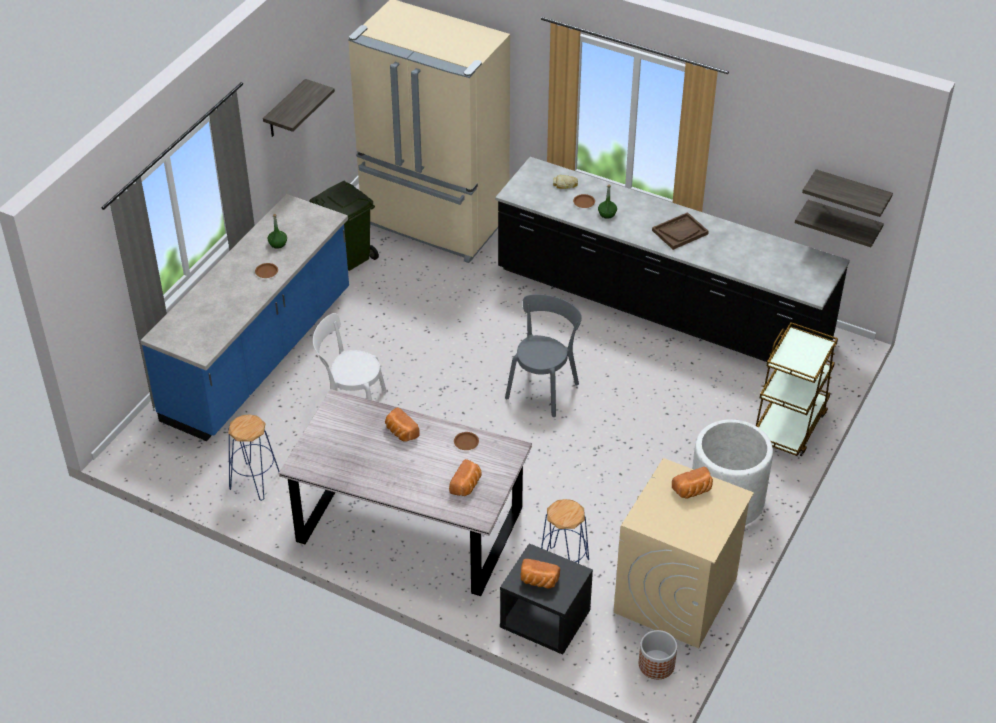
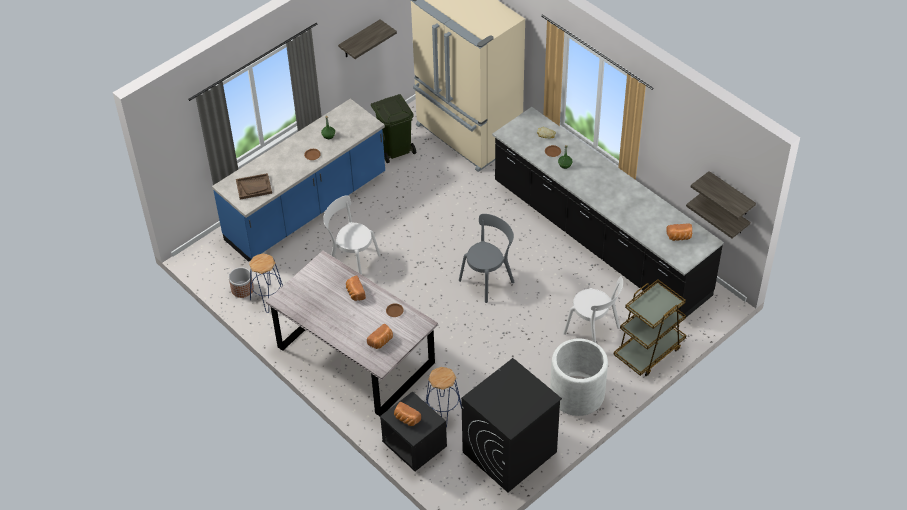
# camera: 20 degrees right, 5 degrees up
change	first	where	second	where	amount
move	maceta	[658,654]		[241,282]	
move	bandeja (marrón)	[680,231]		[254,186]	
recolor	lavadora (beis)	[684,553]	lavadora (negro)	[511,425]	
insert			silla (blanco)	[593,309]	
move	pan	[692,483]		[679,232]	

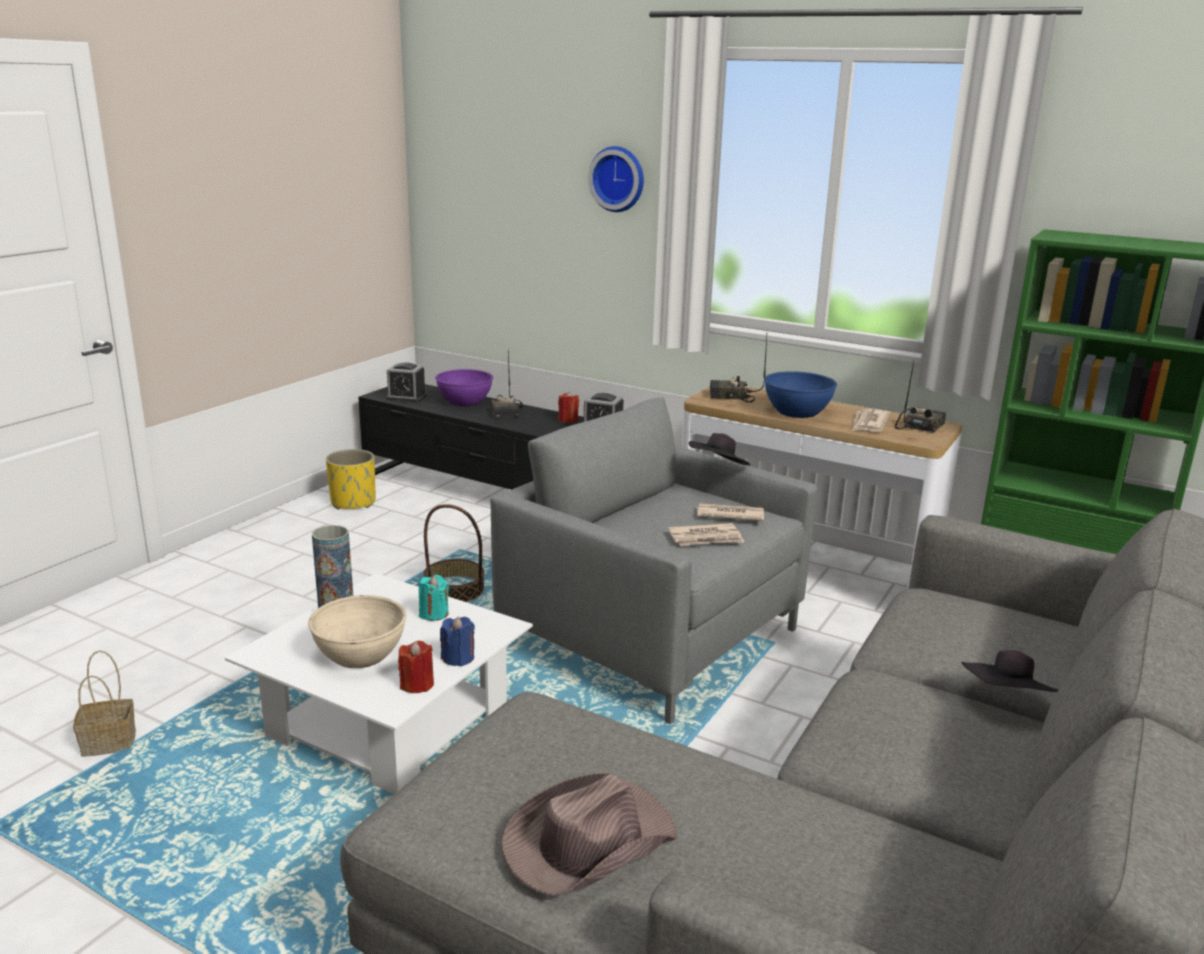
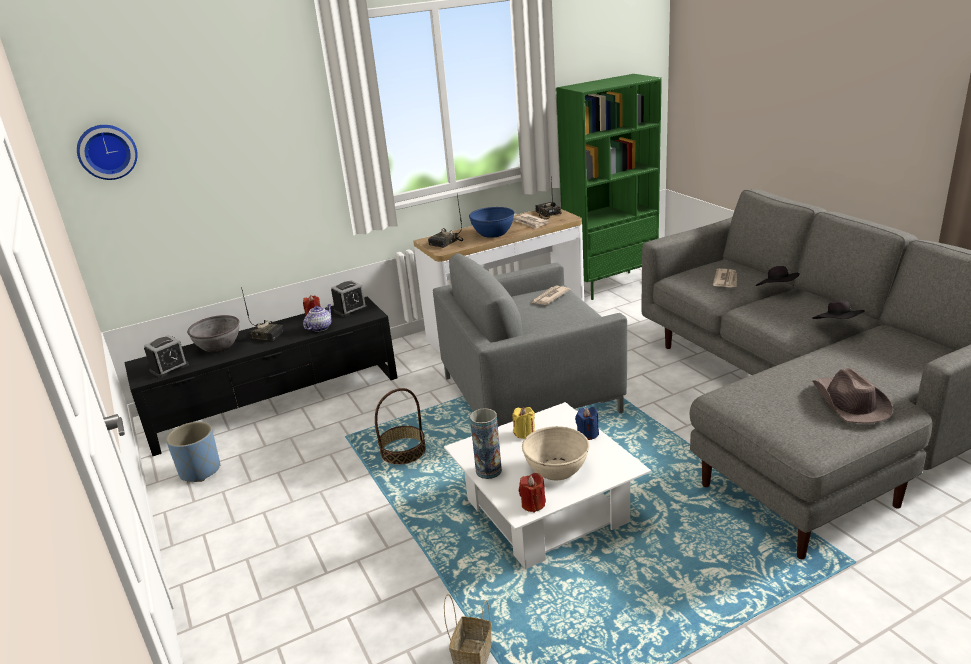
# camera: 55 degrees left, 5 degrees up
change	first	where	second	where	amount
move	reloj de pared	[616,179]		[107,152]	
recolor	maceta (amarillo)	[351,479]	maceta (azul)	[193,452]	
recolor	cuenco (morado)	[464,387]	cuenco (gris)	[213,333]	
insert			tetera	[317,318]	
recolor	vela (turquesa)	[433,598]	vela (amarillo)	[523,423]	
move	vela (rojo)	[416,667]		[532,493]	
move	periódico	[705,534]		[725,278]	
move	sombrero (negro)	[720,449]		[839,309]	

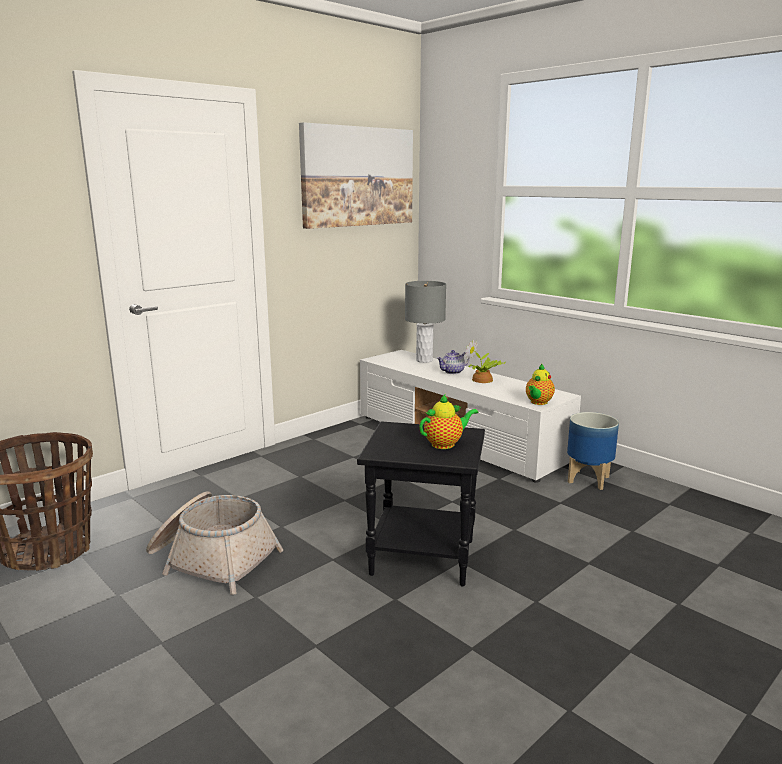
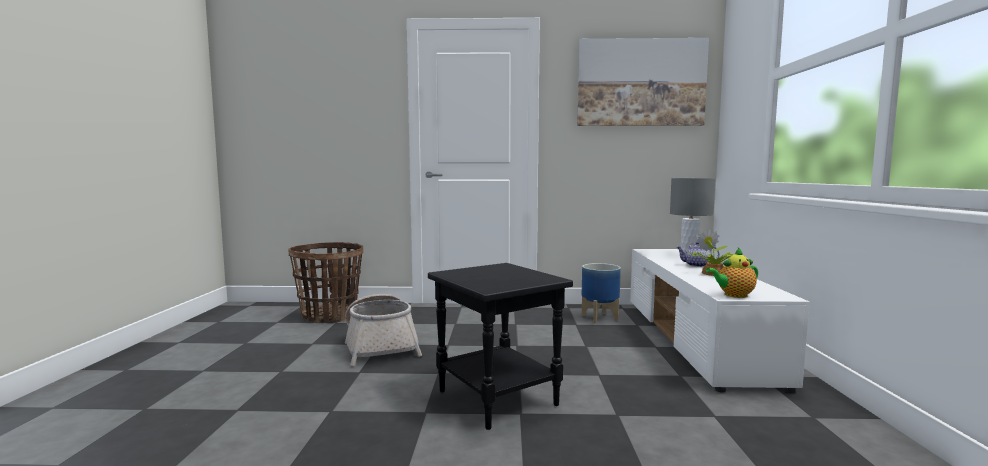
# camera: 45 degrees right, 10 degrees down
change	first	where	second	where	amount
move	maceta	[593,451]		[601,293]	
delete	tetera	[449,421]			

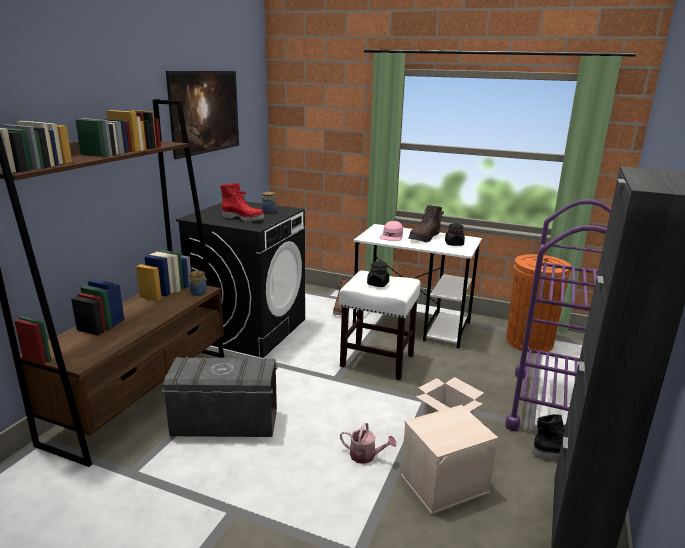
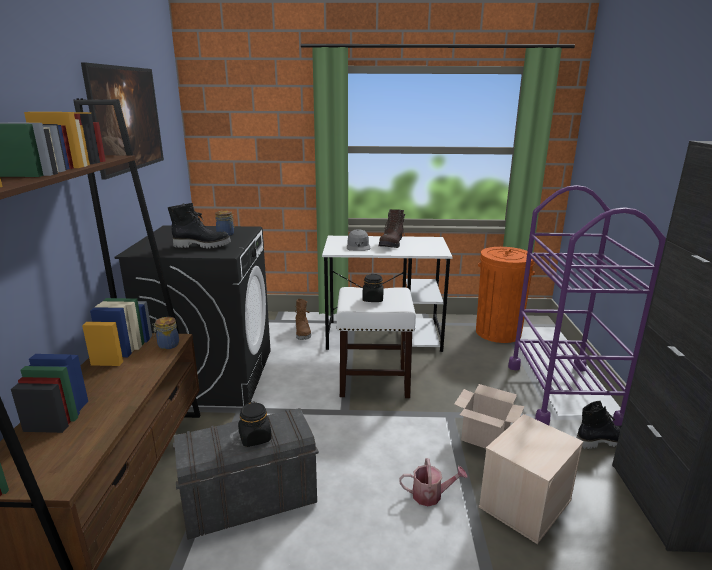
# camera: 20 degrees left, 0 degrees up
change	first	where	second	where	amount
recolor	bota (rojo)	[242,202]	bota (negro)	[199,225]	
move	tarro (negro)	[455,234]		[255,424]	
recolor	gorra (rosa)	[391,231]	gorra (gris)	[358,240]	

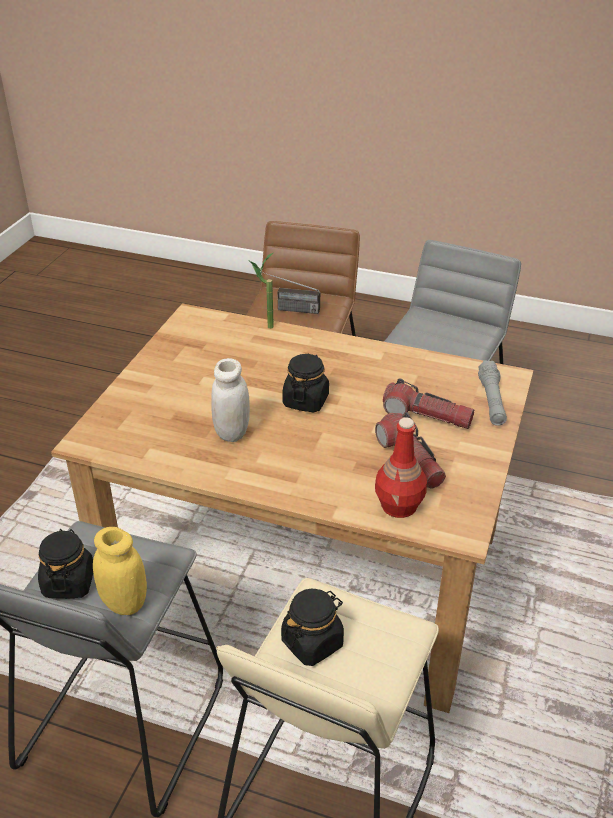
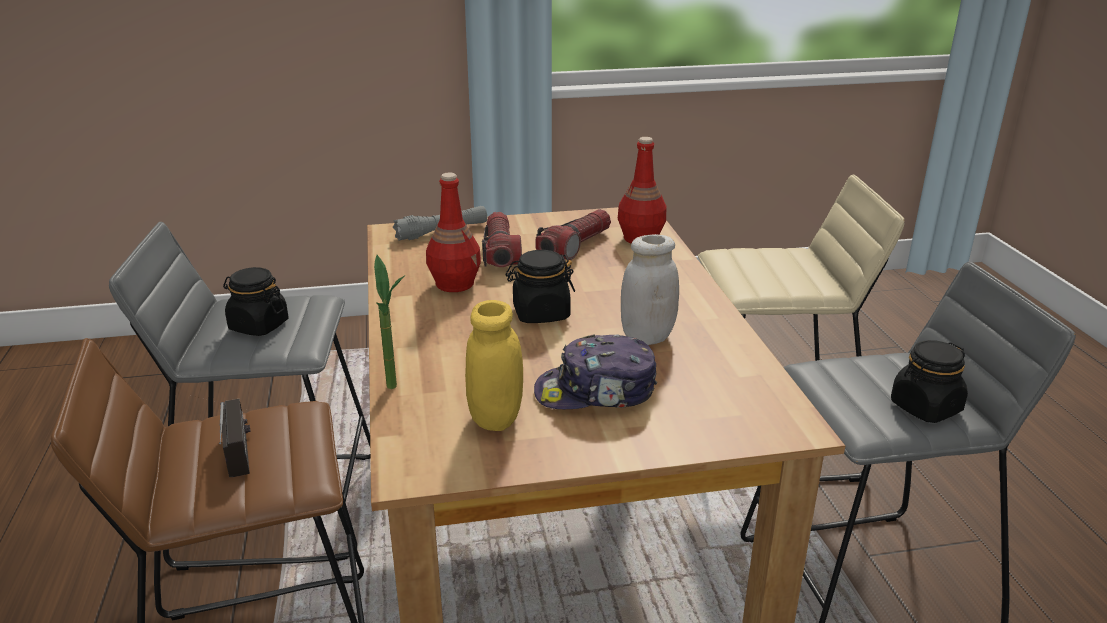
# camera: 120 degrees left, 10 degrees down
change	first	where	second	where	amount
move	tarro (negro)	[312,627]		[256,301]	
insert			botella (rojo)	[453,232]	
move	tarro (amarillo)	[120,571]		[494,365]	
insert			gorra	[595,371]	

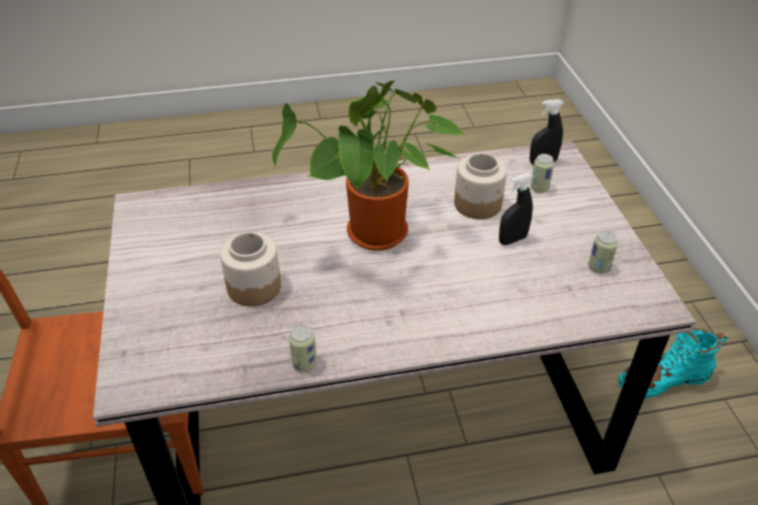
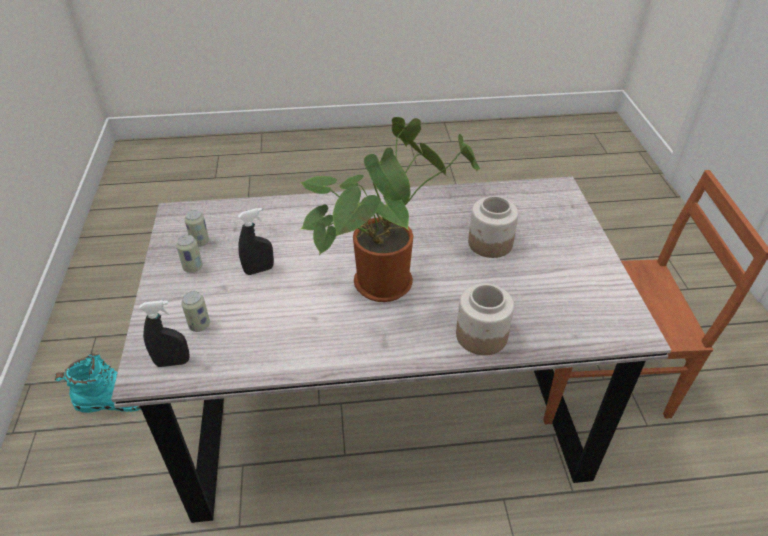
# camera: 175 degrees left, 0 degrees up
change	first	where	second	where	amount
move	lata	[303,348]		[189,254]	
move	tarro	[480,186]		[485,319]	

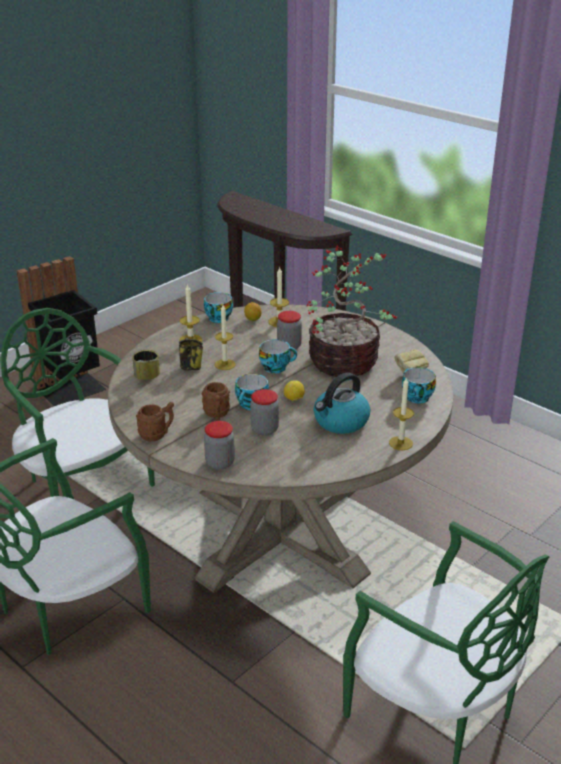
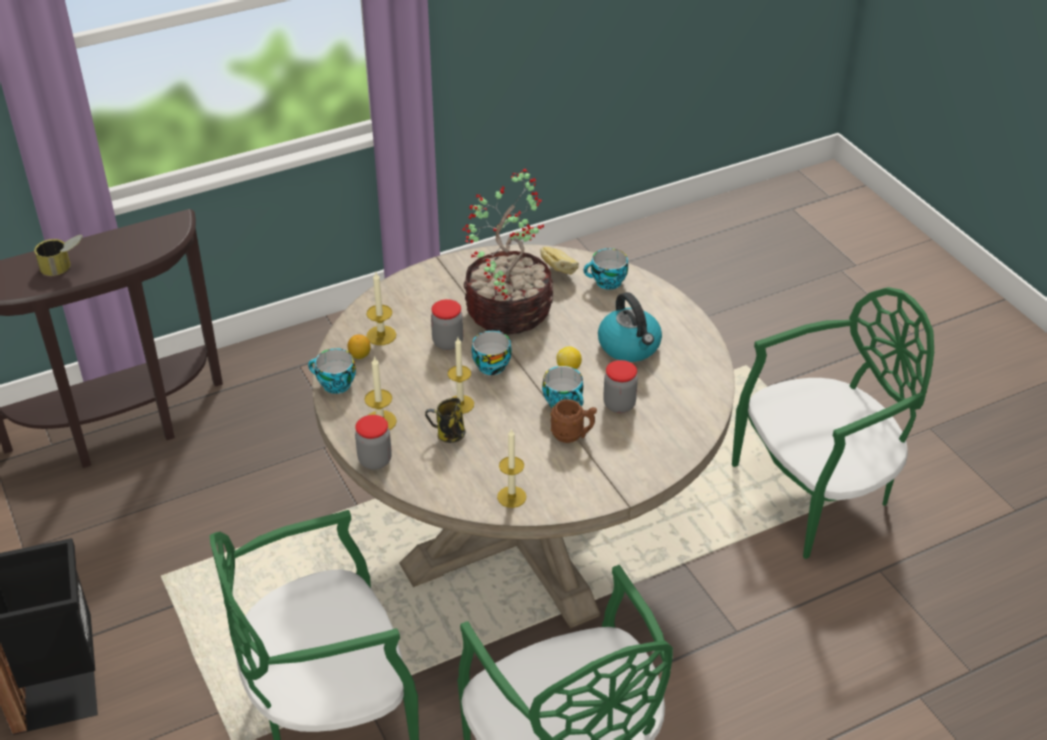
# camera: 70 degrees left, 10 degrees up
change	first	where	second	where	amount
move	lata	[146,365]		[58,255]	
move	tarro	[219,445]		[373,442]	
move	vela	[401,414]		[511,468]	
delete	taza grande (marrón)	[155,421]			

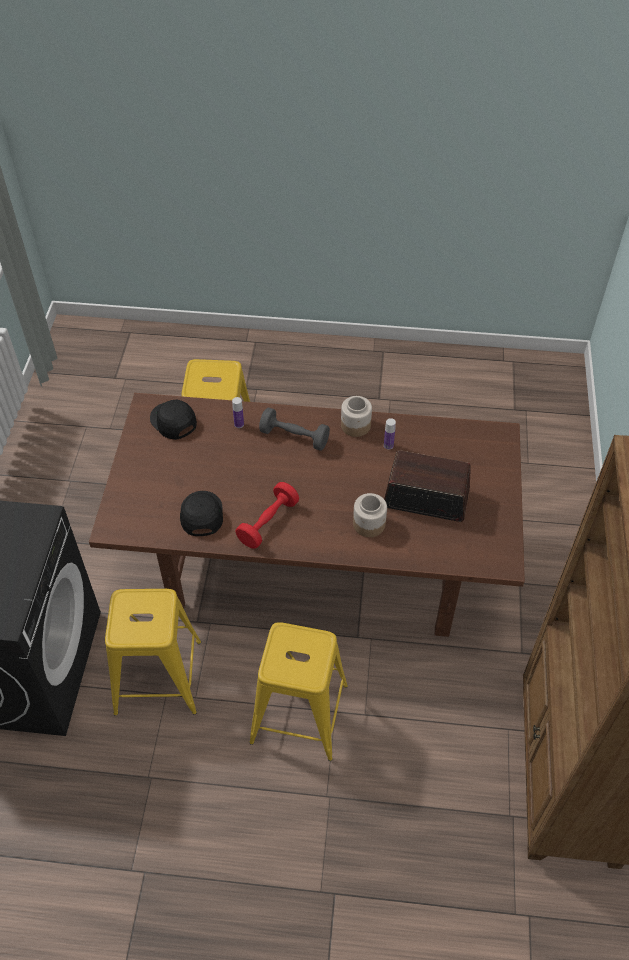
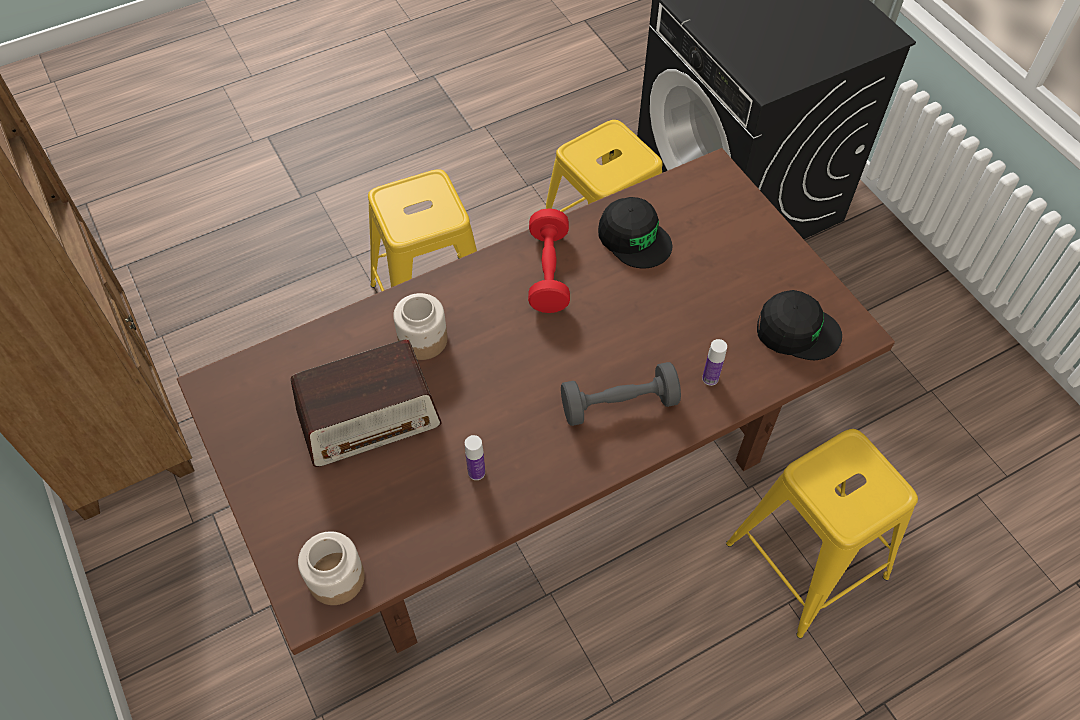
# camera: 145 degrees right, 5 degrees up
change	first	where	second	where	amount
move	tarro	[356,416]		[331,568]	

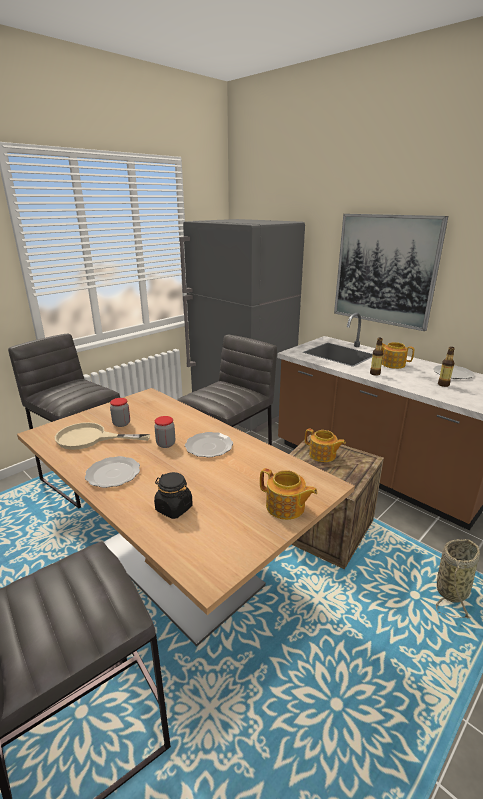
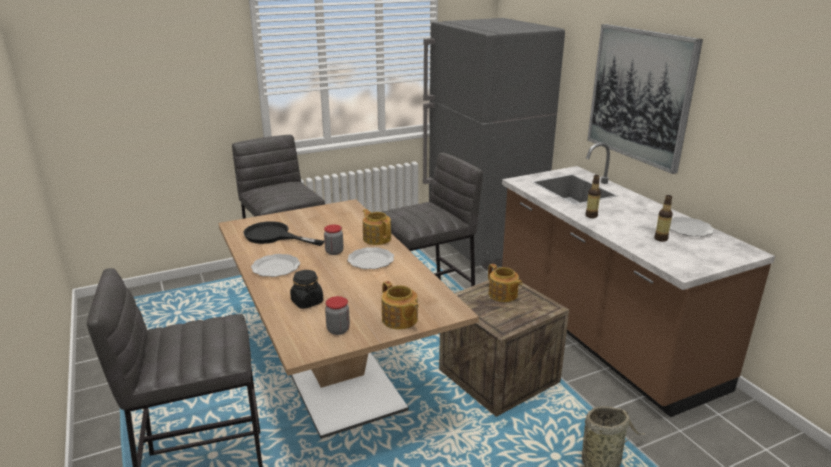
# camera: 20 degrees right, 0 degrees up
change	first	where	second	where	amount
recolor	sartén (beis)	[102,436]	sartén (negro)	[283,233]	
move	tarro	[120,412]		[337,315]	
move	tetera	[398,355]		[377,227]	

